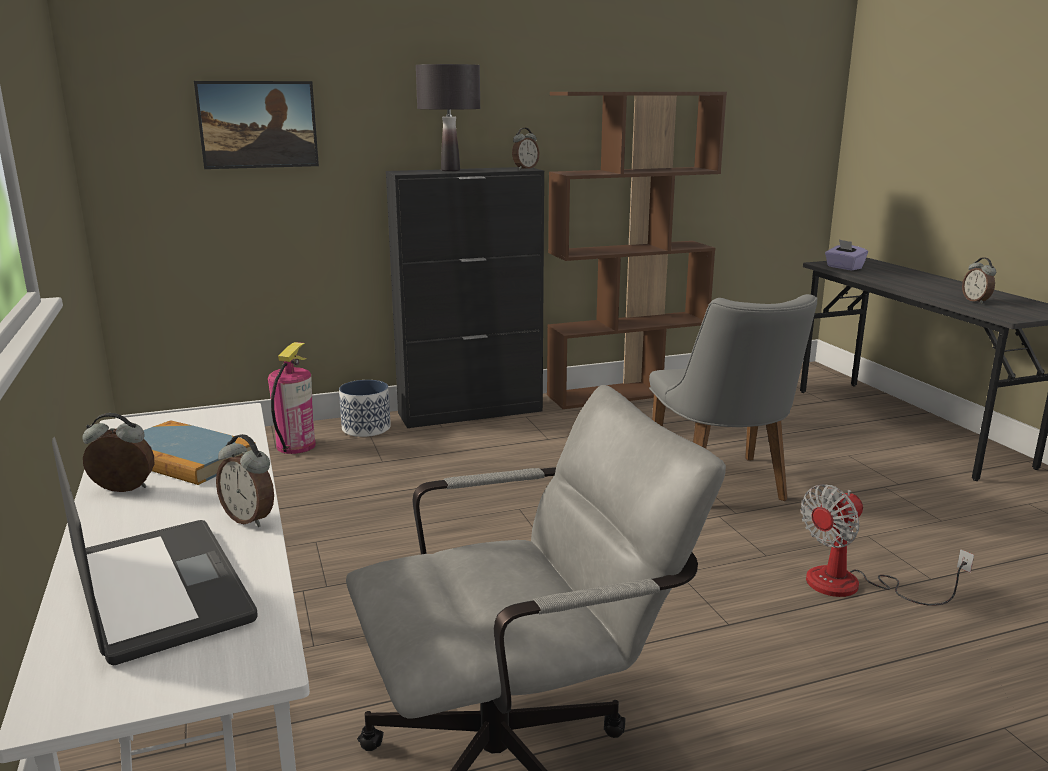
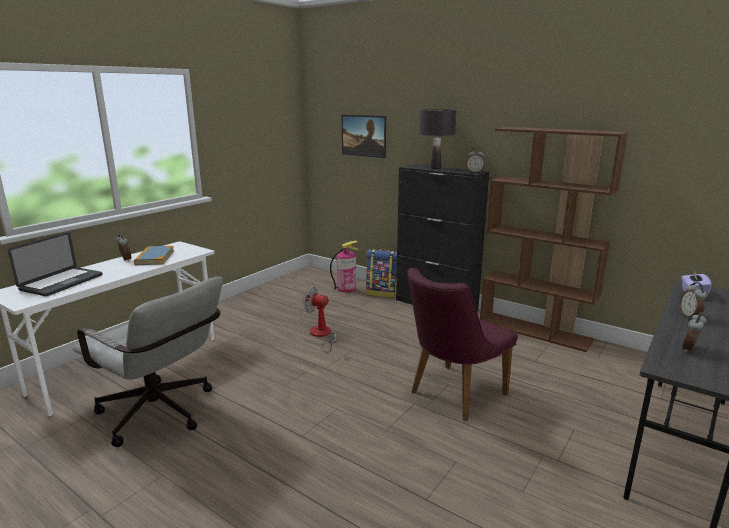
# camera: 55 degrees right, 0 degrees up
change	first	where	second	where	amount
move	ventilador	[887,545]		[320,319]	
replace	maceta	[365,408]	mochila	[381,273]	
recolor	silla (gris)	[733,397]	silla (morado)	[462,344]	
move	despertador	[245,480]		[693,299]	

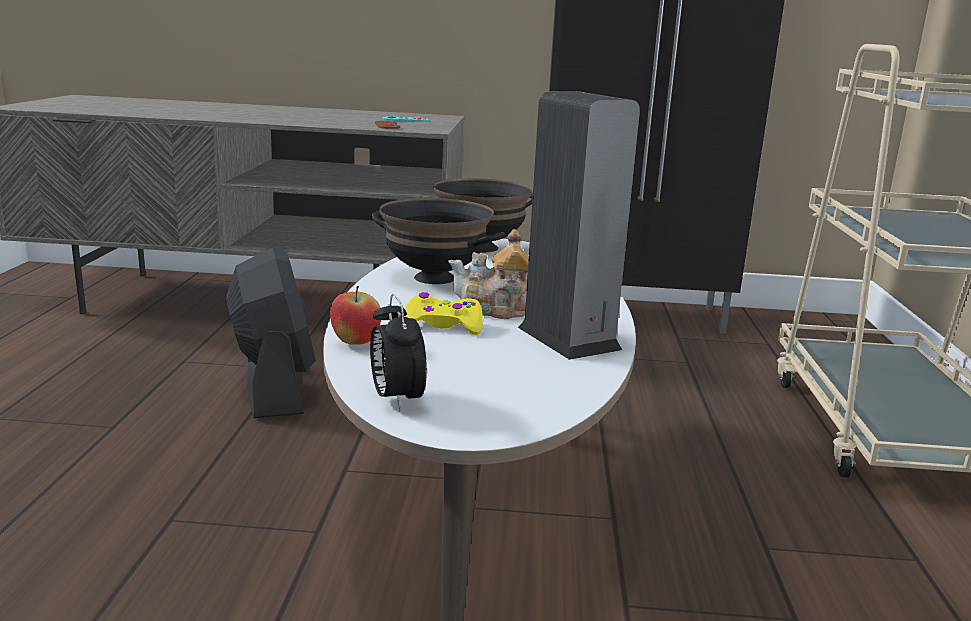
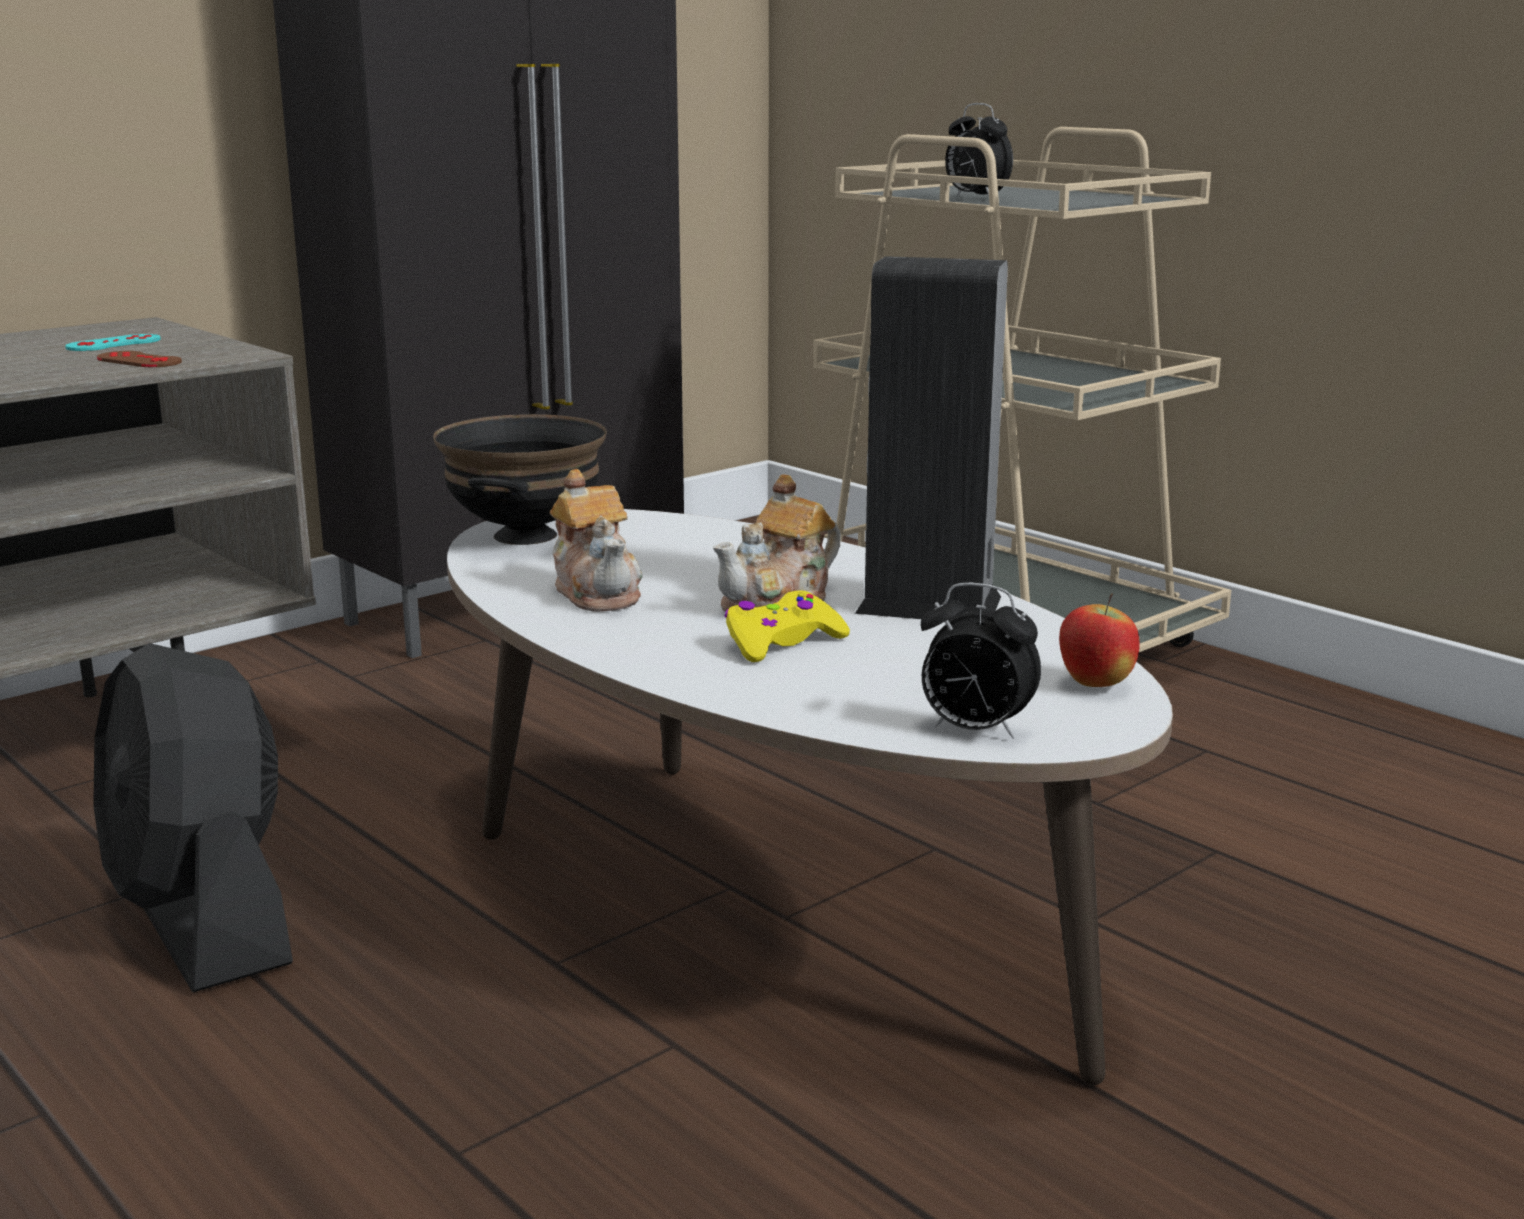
# camera: 45 degrees left, 0 degrees up
change	first	where	second	where	amount
rotate	ventilador (negro)	[271,333]		[193,818]	150 degrees counterclockwise
replace	cuenco (negro)	[438,241]	tetera	[596,540]	
insert			despertador	[979,150]	
move	manzana	[355,315]		[1099,640]	

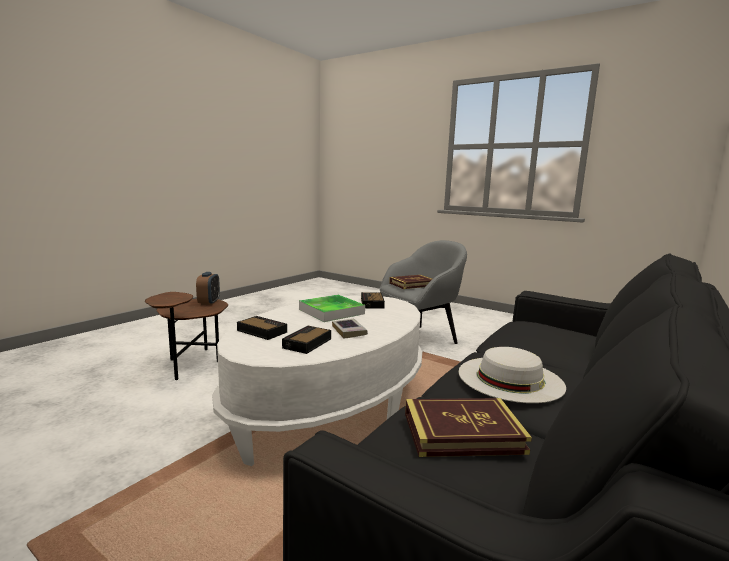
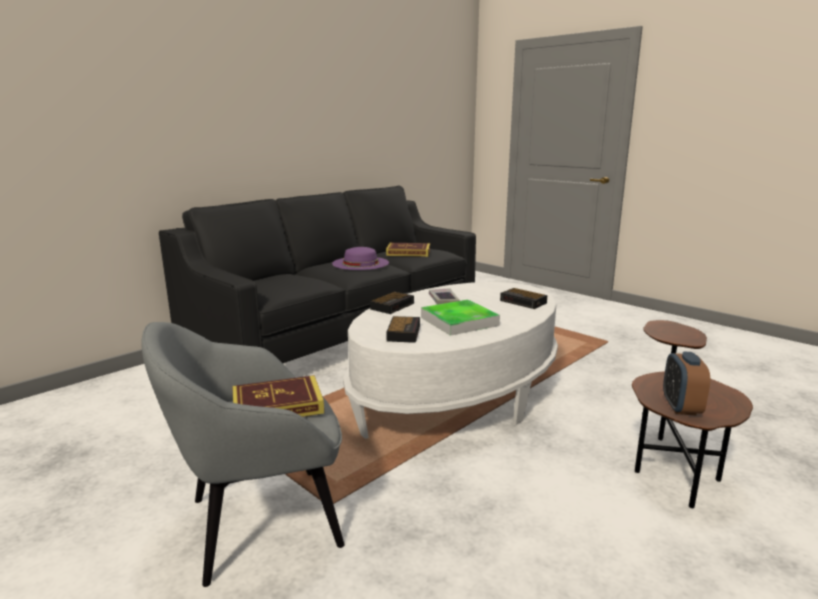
# camera: 170 degrees left, 5 degrees up
change	first	where	second	where	amount
recolor	sombrero (blanco)	[512,375]	sombrero (morado)	[360,258]	
move	despertador	[306,340]		[392,303]	

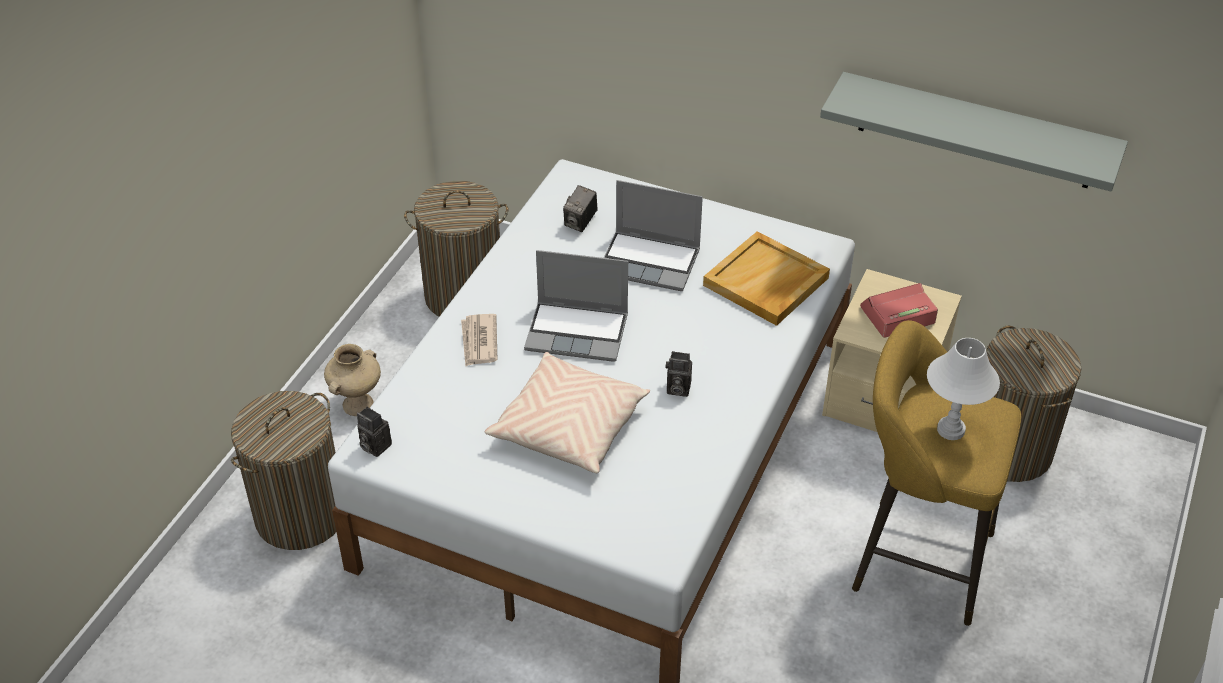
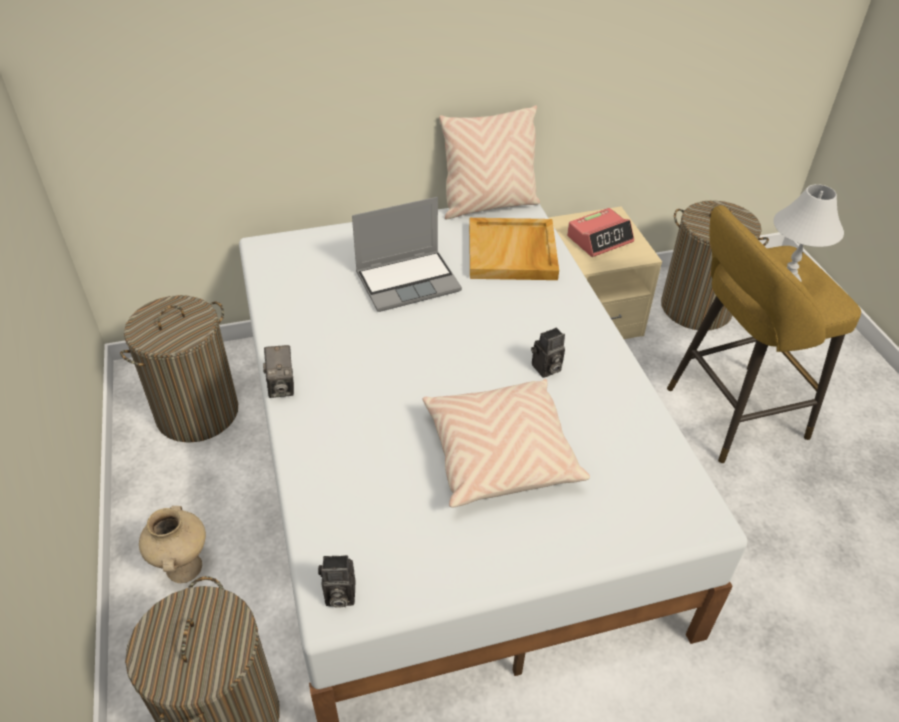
# camera: 40 degrees left, 0 degrees up
change	first	where	second	where	amount
move	cámara	[580,208]		[278,371]	
insert			cojín (beis)	[489,162]	
rotate	despertador	[899,310]		[600,232]	150 degrees counterclockwise
delete	periódico	[479,340]			
delete	portátil	[576,306]			
delete	estante (gris)	[974,132]			

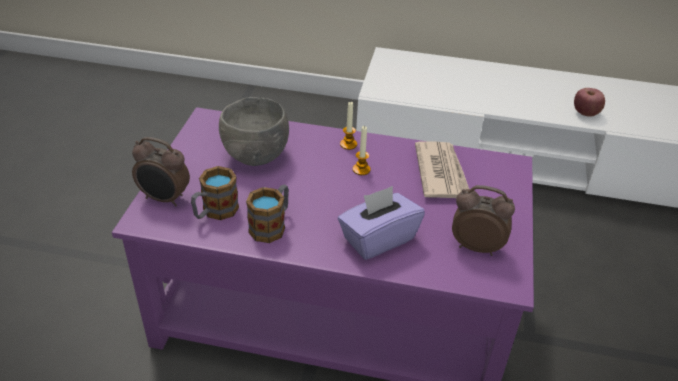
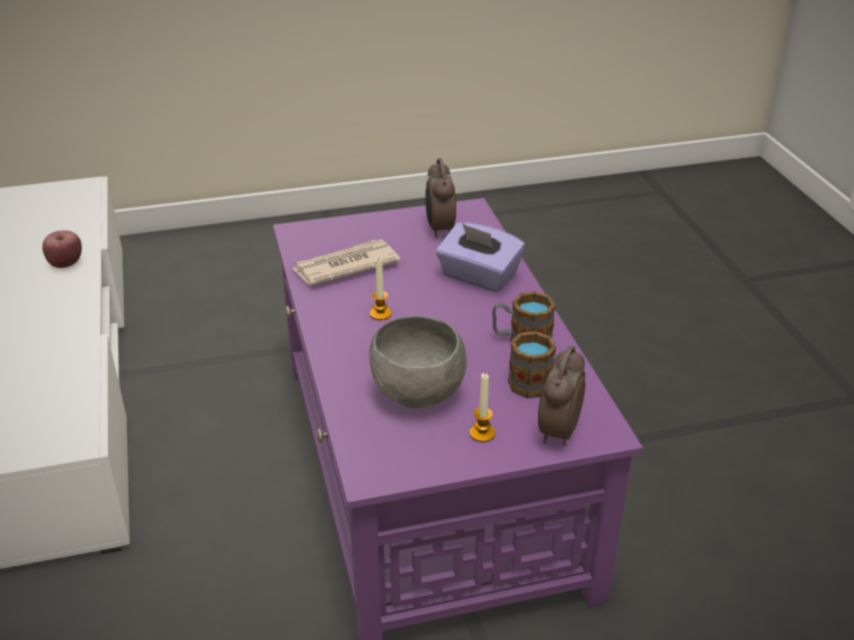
# camera: 115 degrees left, 5 degrees down
change	first	where	second	where	amount
move	vela	[348,126]		[482,407]	
rotate	despertador	[161,172]		[561,396]	150 degrees counterclockwise

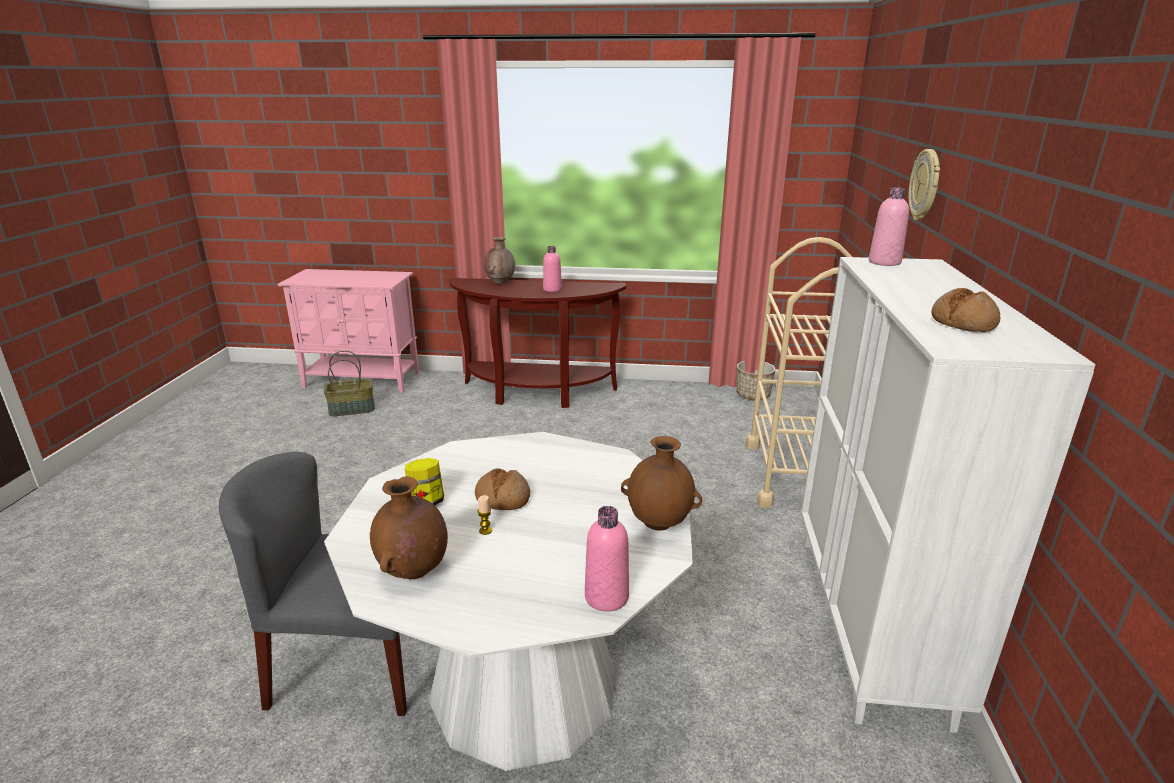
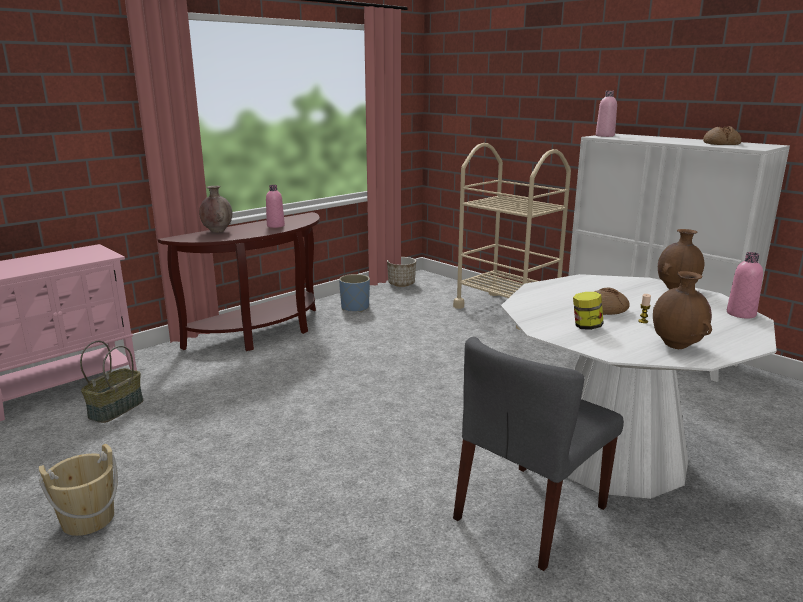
# camera: 50 degrees left, 5 degrees down
change	first	where	second	where	amount
insert			cubo (beis)	[78,489]	
insert			maceta (azul)	[354,293]	
delete	reloj de pared	[924,184]			

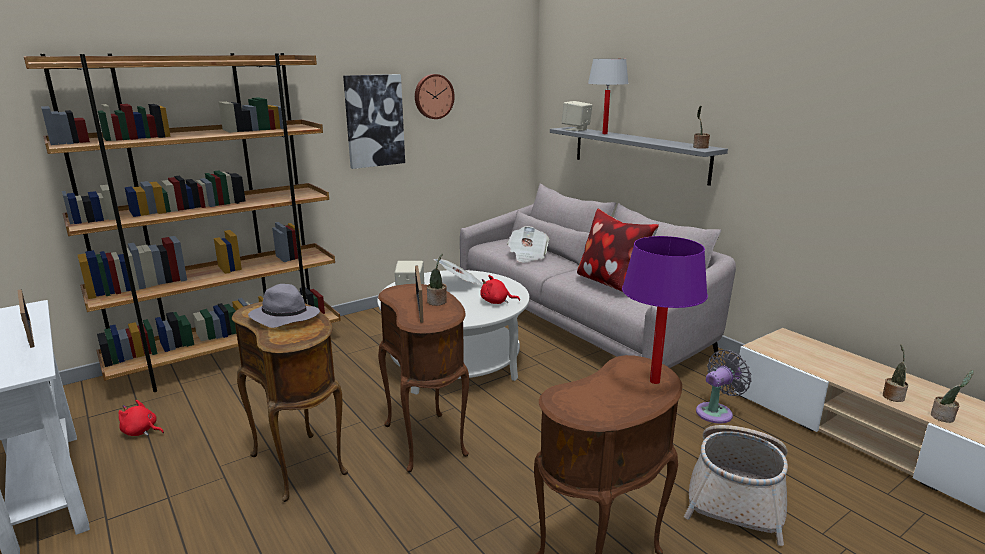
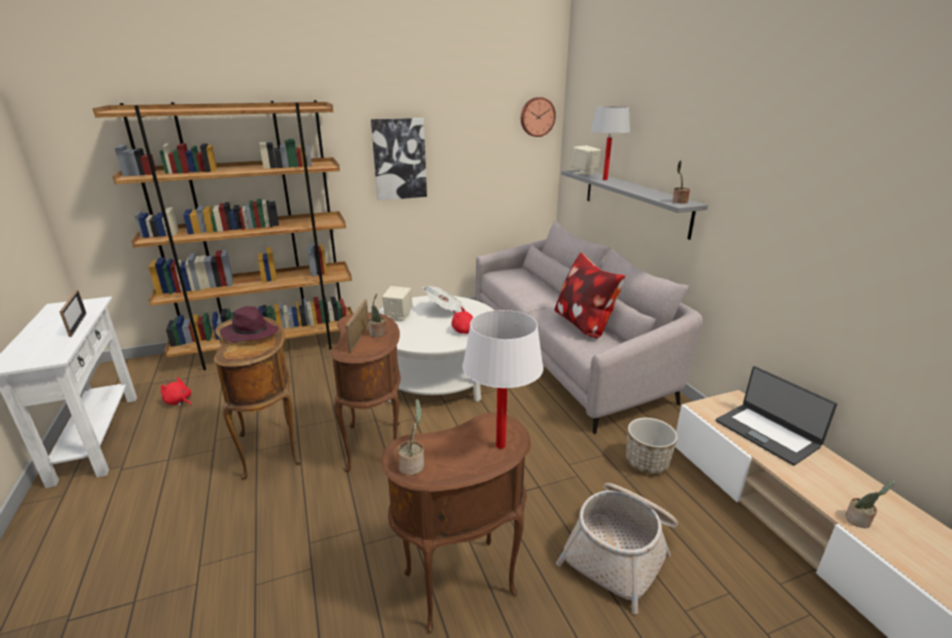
# camera: 15 degrees right, 5 degrees up
change	first	where	second	where	amount
recolor	sombrero (gris)	[284,306]	sombrero (morado)	[249,324]	
move	planta en maceta	[895,373]		[410,437]	
recolor	lámpara de mesa (morado)	[665,310]	lámpara de mesa (blanco)	[503,379]	
move	reloj de pared	[435,96]		[538,117]	
replace	ventilador (gris)	[723,386]	maceta	[652,446]	
insert			portátil	[776,416]	
delete	periódico	[528,244]			

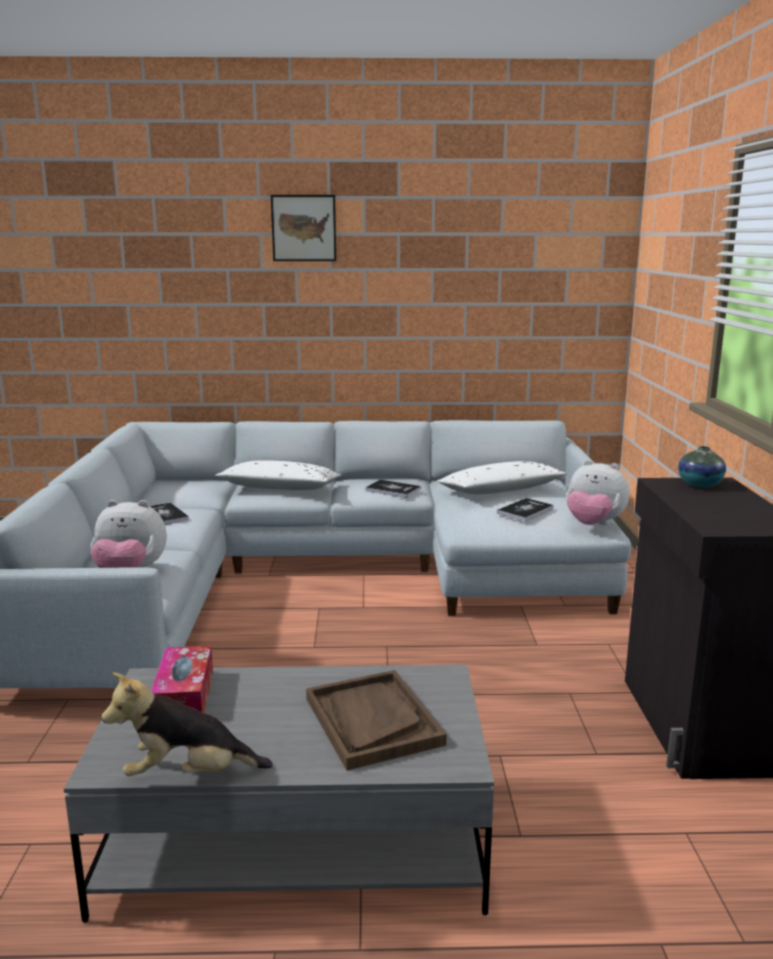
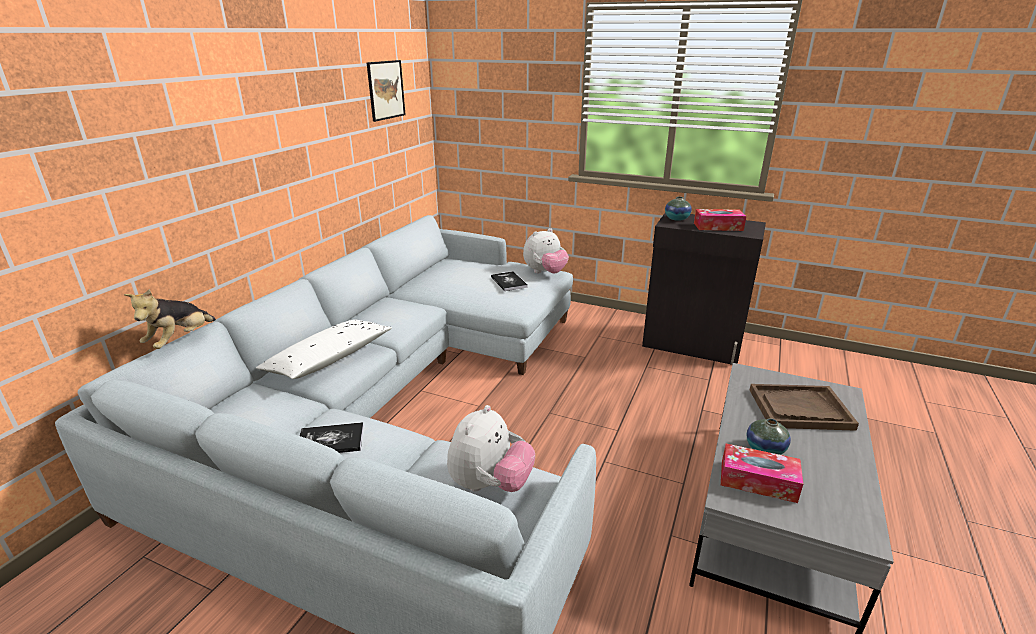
# camera: 65 degrees left, 10 degrees up
change	first	where	second	where	amount
move	peluche	[187,724]		[170,319]	
move	cuadro	[303,228]		[386,91]	
insert			caja de pañuelos	[720,220]	
insert			florero	[769,436]	
delete	libro	[393,489]			
delete	cojín (blanco)	[502,477]			

